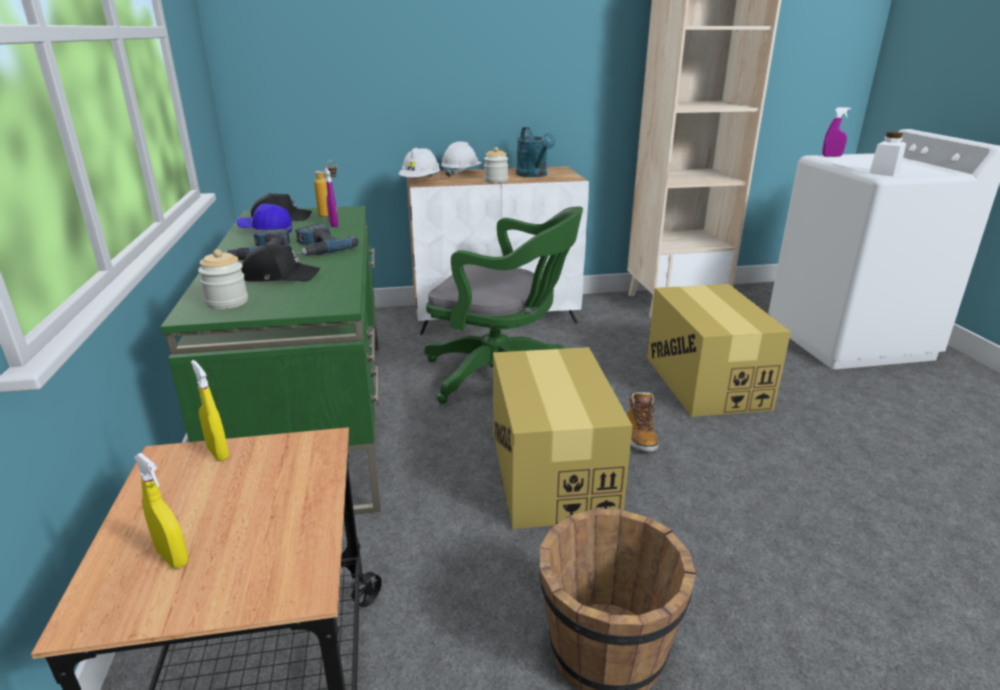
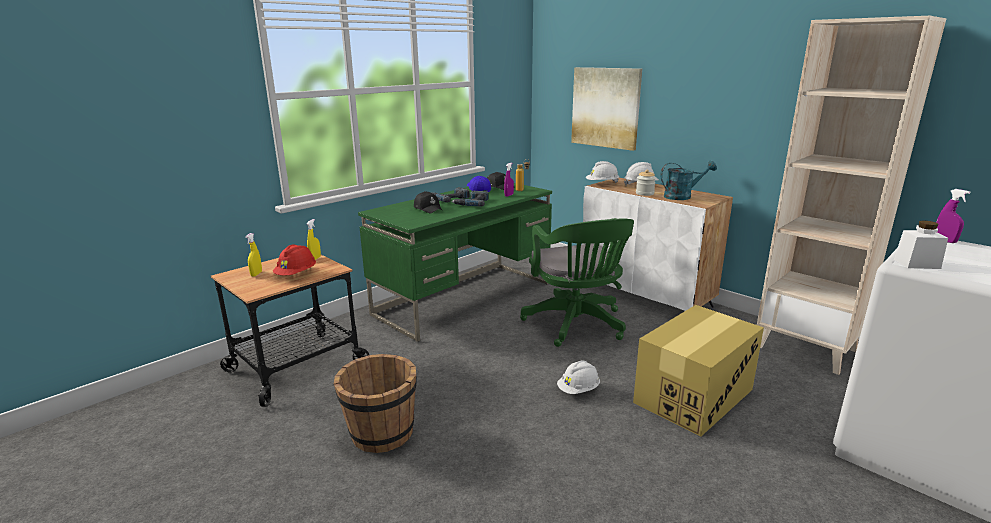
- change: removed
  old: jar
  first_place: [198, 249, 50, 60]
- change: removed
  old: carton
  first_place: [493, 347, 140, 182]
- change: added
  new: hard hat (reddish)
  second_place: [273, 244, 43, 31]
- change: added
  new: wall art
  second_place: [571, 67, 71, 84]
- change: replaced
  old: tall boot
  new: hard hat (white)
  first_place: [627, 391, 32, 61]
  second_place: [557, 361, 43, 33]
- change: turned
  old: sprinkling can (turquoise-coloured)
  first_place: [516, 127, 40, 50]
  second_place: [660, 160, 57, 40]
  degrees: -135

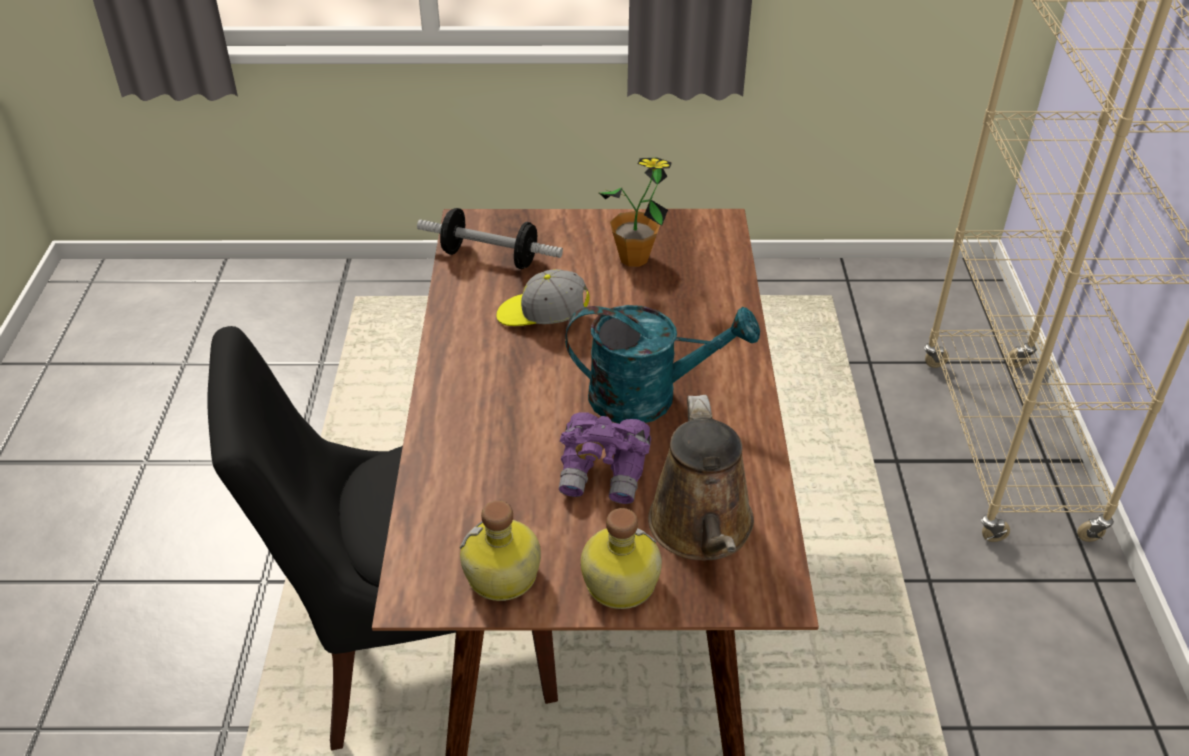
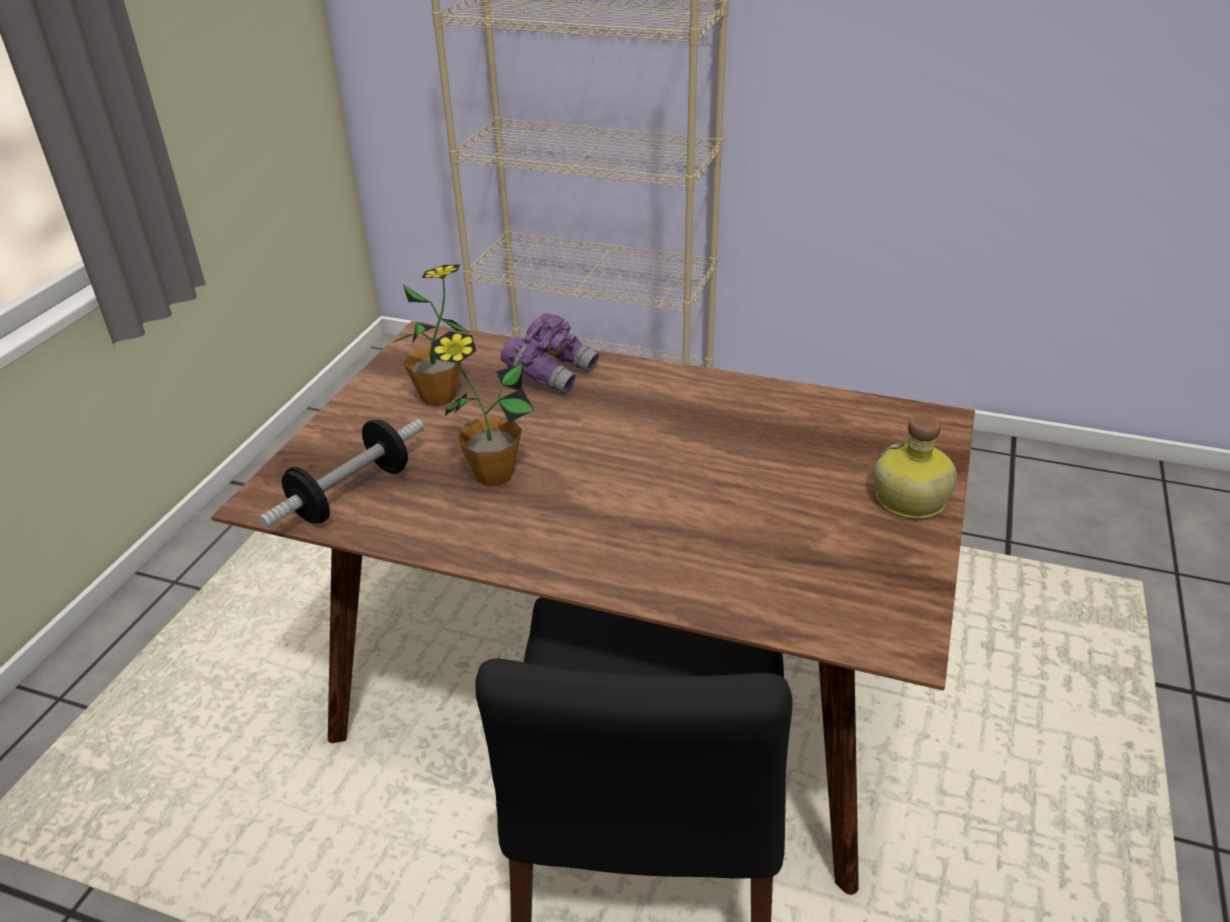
- change: removed
  old: beverage bottle
  first_place: [459, 501, 82, 100]
- change: removed
  old: sprinkling can (turquoise-coloured)
  first_place: [565, 305, 195, 119]
- change: removed
  old: sprinkling can (brownish)
  first_place: [648, 395, 106, 165]
- change: moved
  old: pair of binoculars (purple)
  first_place: [559, 412, 92, 92]
  second_place: [501, 313, 98, 81]
- change: replaced
  old: peaked cap
  new: houseplant
  first_place: [496, 269, 94, 57]
  second_place: [431, 331, 103, 155]

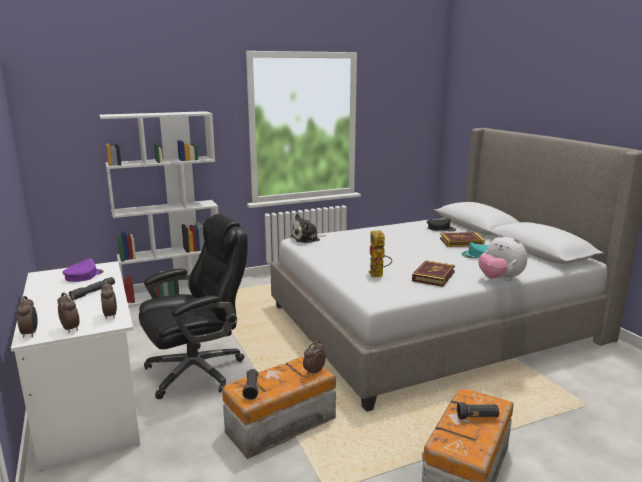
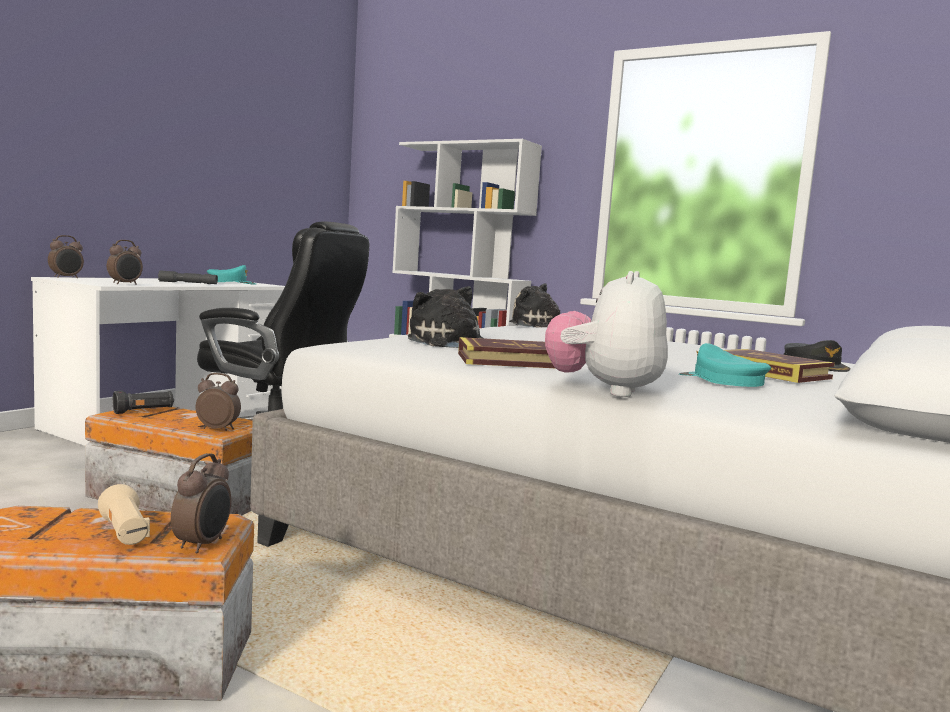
- change: moved
  old: alarm clock
  first_place: [57, 292, 23, 39]
  second_place: [171, 453, 60, 101]
- change: replaced
  old: robot figure
  new: soft toy
  first_place: [368, 231, 24, 46]
  second_place: [408, 286, 75, 62]
- change: recoloured
  old: peaked cap (purple)
  new: peaked cap (turquoise-coloured)
  first_place: [62, 258, 42, 24]
  second_place: [207, 265, 49, 20]
- change: recoloured
  old: flashlight (blackish)
  new: flashlight (sand-coloured)
  first_place: [457, 402, 43, 17]
  second_place: [98, 484, 52, 61]

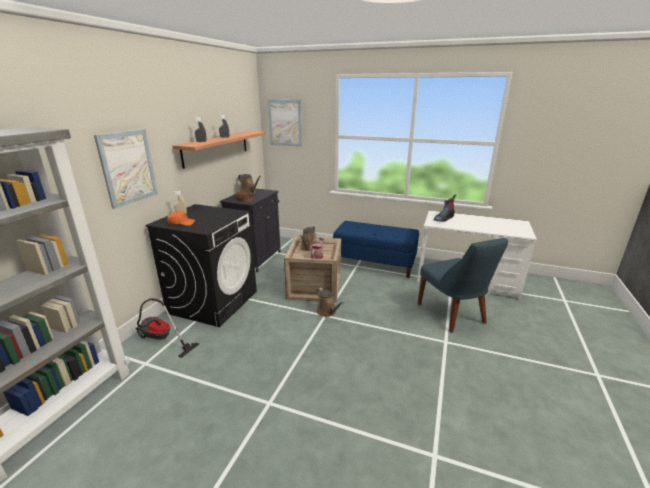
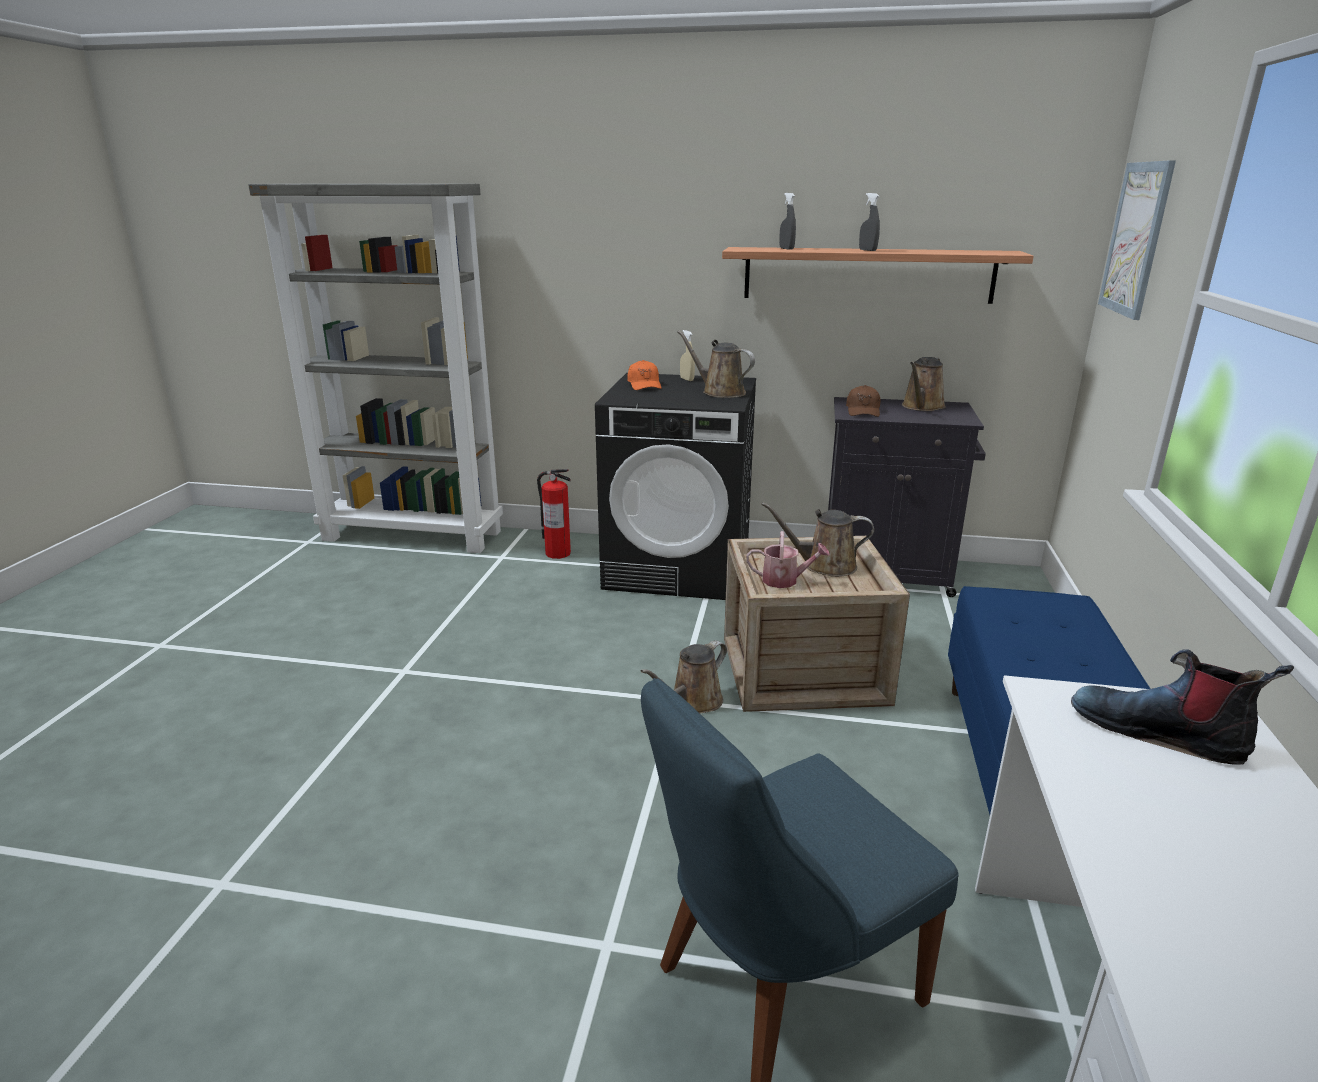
- change: removed
  old: wall art
  first_place: [94, 129, 64, 80]
- change: added
  new: sprinkling can (brownish)
  second_place: [677, 330, 78, 68]
- change: replaced
  old: hoover
  new: fire-fighting cylinder
  first_place: [135, 298, 64, 60]
  second_place: [537, 469, 34, 90]

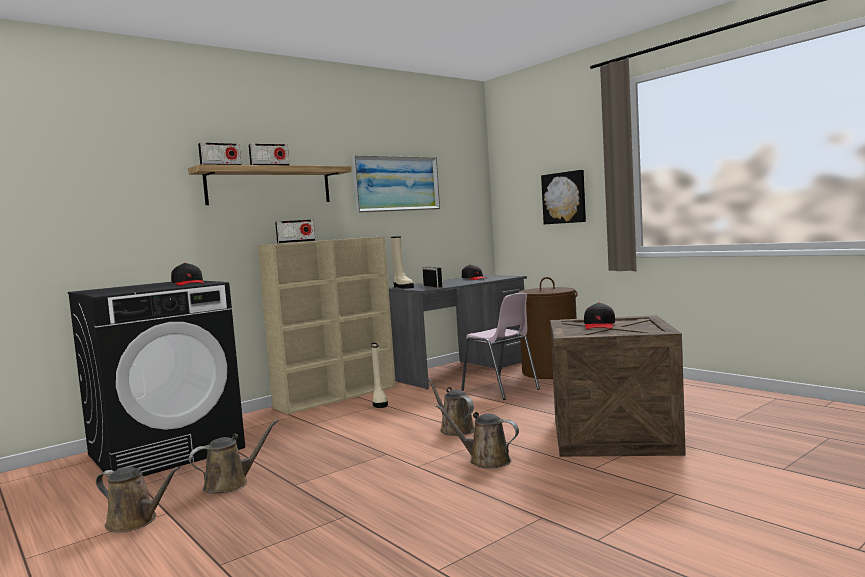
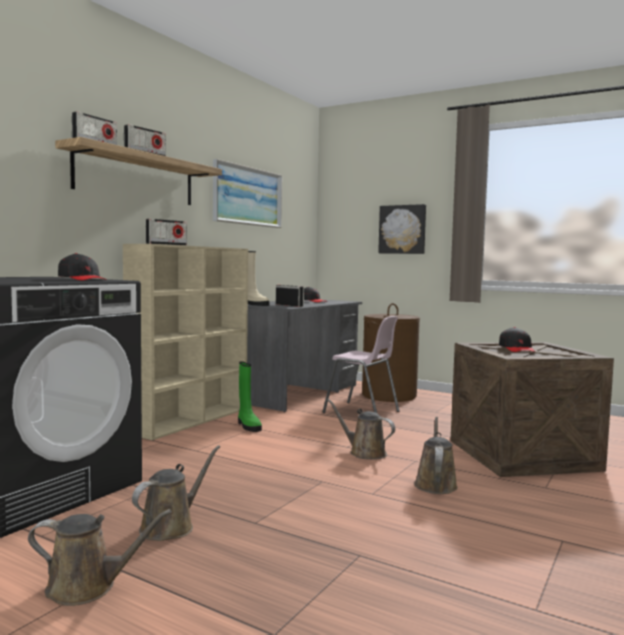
- change: recoloured
  old: tall boot (sand-coloured)
  new: tall boot (greenish)
  first_place: [371, 343, 17, 65]
  second_place: [238, 361, 24, 71]
- change: turned
  old: sprinkling can (brownish)
  first_place: [436, 405, 83, 64]
  second_place: [414, 417, 44, 77]
  degrees: 90

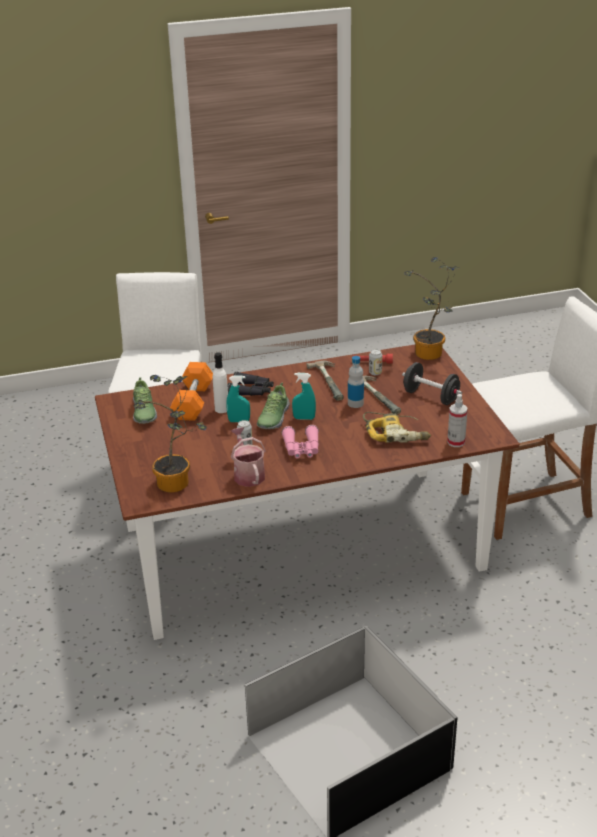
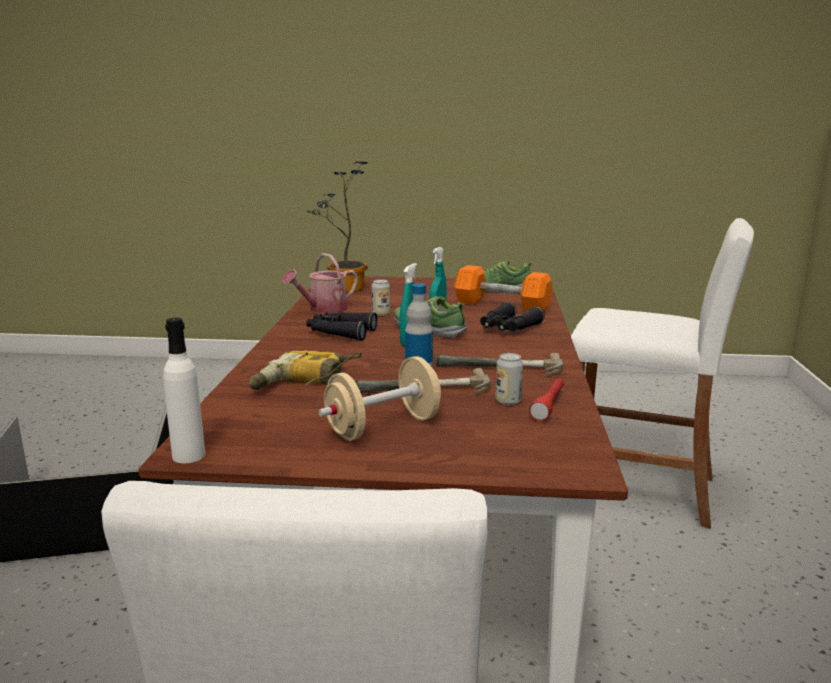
- change: removed
  old: houseplant
  first_place: [404, 257, 56, 103]
- change: removed
  old: sprayer
  first_place: [447, 394, 21, 53]
- change: moved
  old: beverage bottle (white)
  first_place: [213, 352, 15, 61]
  second_place: [163, 318, 42, 145]
- change: recoloured
  old: pair of binoculars (pinkish)
  new: pair of binoculars (blackish)
  first_place: [282, 425, 37, 33]
  second_place: [306, 312, 71, 29]
- change: recoloured
  old: hand weight (blackish)
  new: hand weight (sand-coloured)
  first_place: [402, 362, 60, 43]
  second_place: [318, 356, 124, 85]
- change: turned
  old: sprinkling can
  first_place: [231, 427, 35, 60]
  second_place: [282, 253, 76, 60]
  degrees: 135

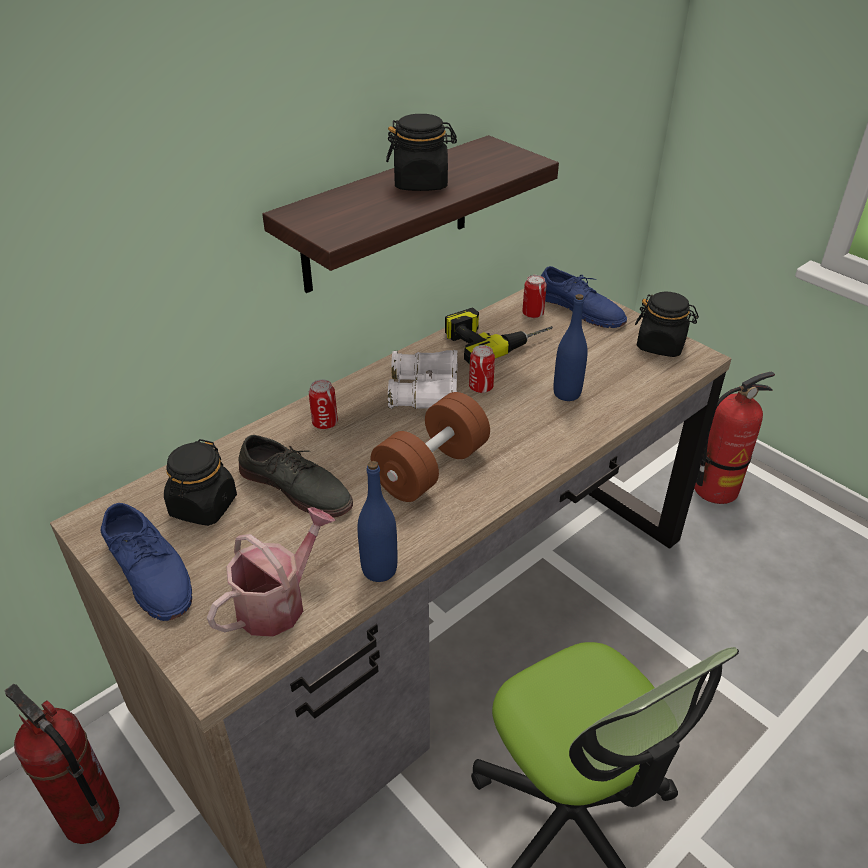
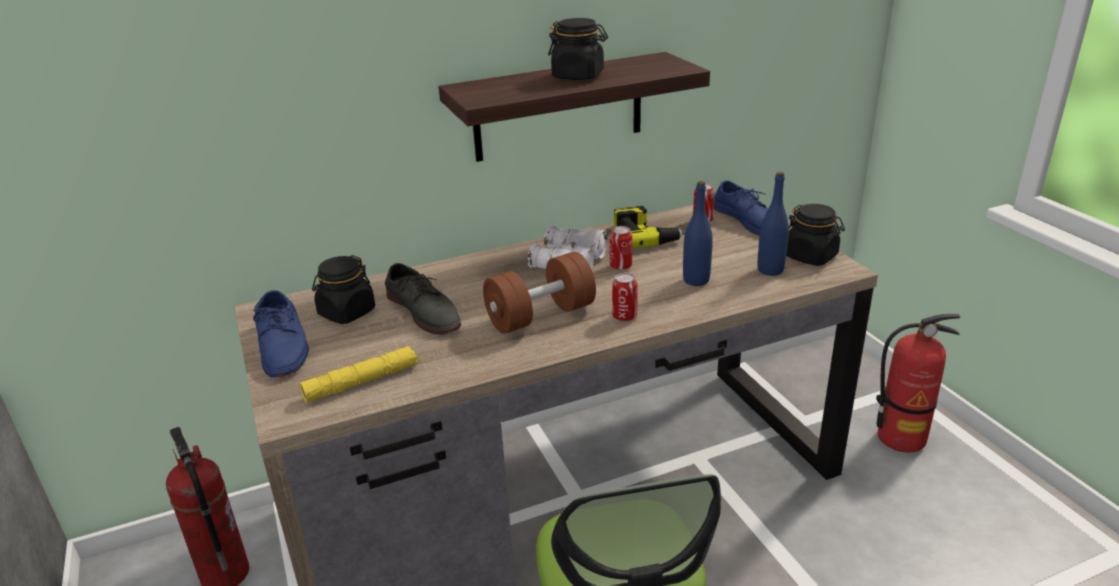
- change: moved
  old: can
  first_place: [309, 379, 29, 50]
  second_place: [612, 273, 26, 49]
- change: moved
  old: beverage bottle (blue-coloured)
  first_place: [357, 461, 40, 121]
  second_place: [758, 172, 31, 104]
- change: replaced
  old: sprinkling can
  new: flashlight (yellow)
  first_place: [207, 507, 129, 130]
  second_place: [299, 346, 120, 56]

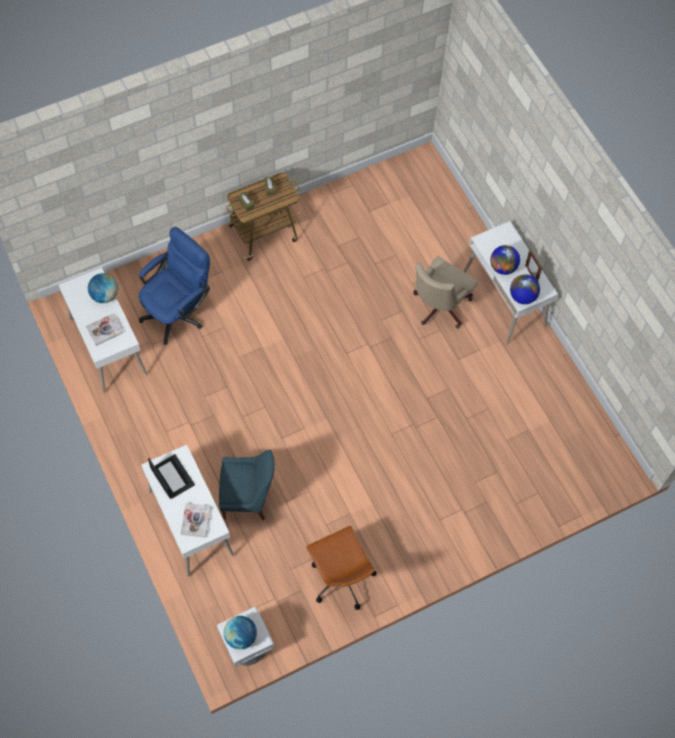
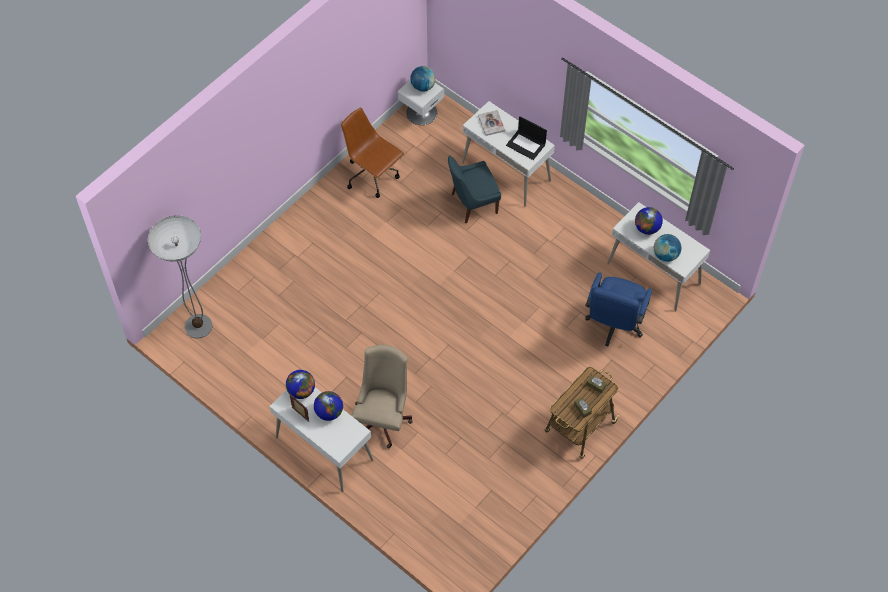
- change: added
  new: floor lamp
  second_place: [148, 215, 64, 123]
- change: replaced
  old: bound book
  new: world globe
  first_place: [86, 314, 37, 32]
  second_place: [635, 207, 28, 28]

